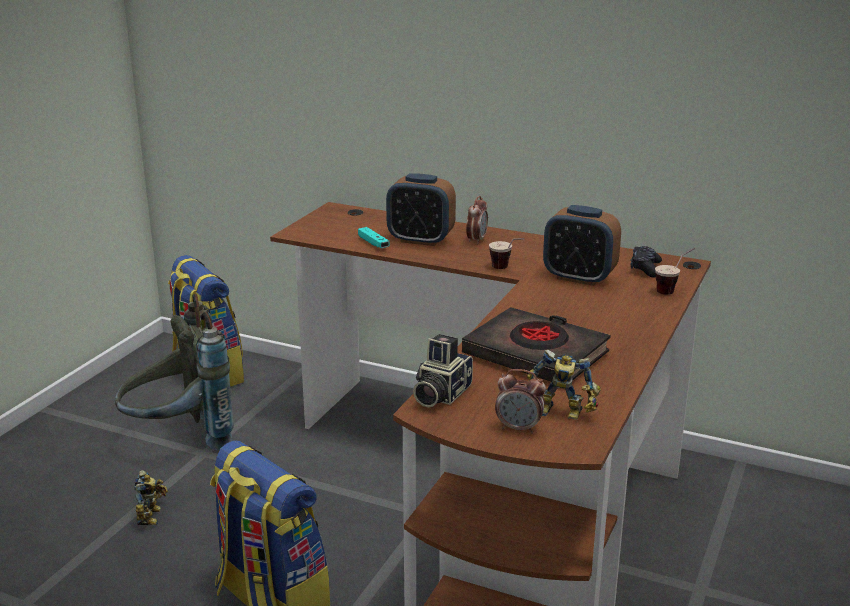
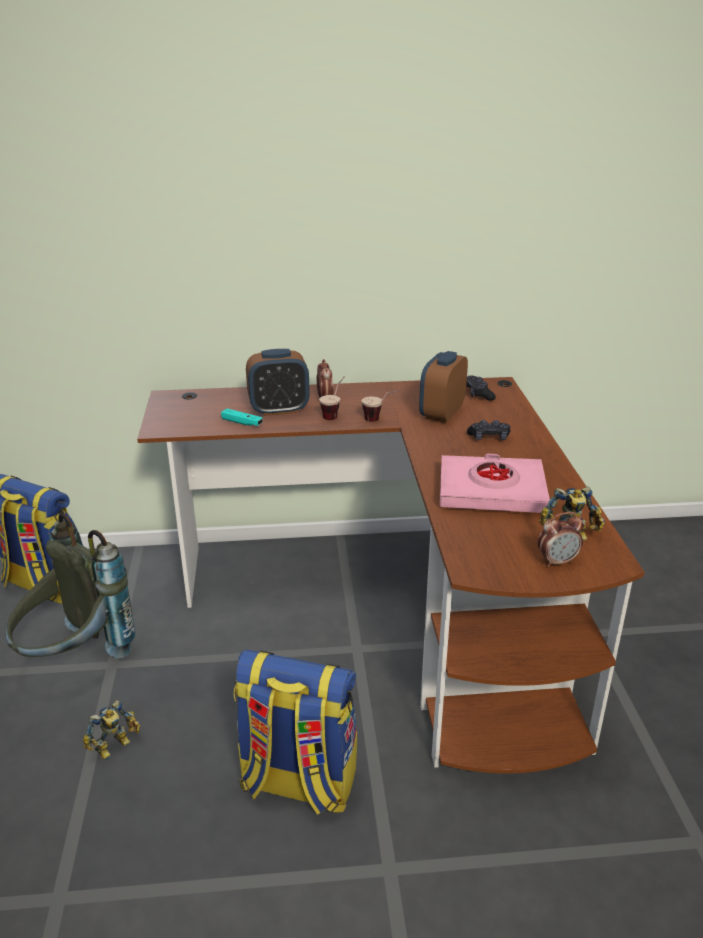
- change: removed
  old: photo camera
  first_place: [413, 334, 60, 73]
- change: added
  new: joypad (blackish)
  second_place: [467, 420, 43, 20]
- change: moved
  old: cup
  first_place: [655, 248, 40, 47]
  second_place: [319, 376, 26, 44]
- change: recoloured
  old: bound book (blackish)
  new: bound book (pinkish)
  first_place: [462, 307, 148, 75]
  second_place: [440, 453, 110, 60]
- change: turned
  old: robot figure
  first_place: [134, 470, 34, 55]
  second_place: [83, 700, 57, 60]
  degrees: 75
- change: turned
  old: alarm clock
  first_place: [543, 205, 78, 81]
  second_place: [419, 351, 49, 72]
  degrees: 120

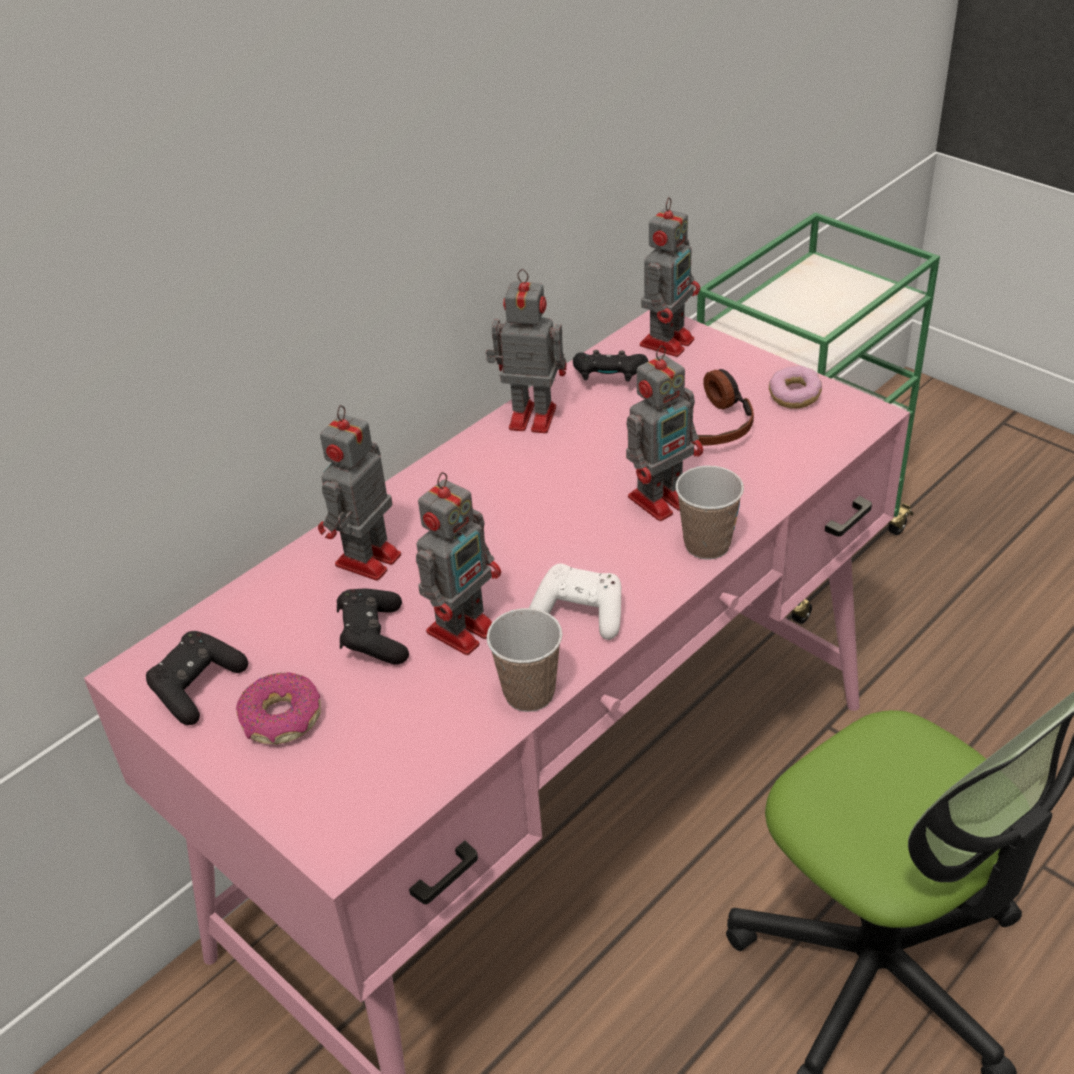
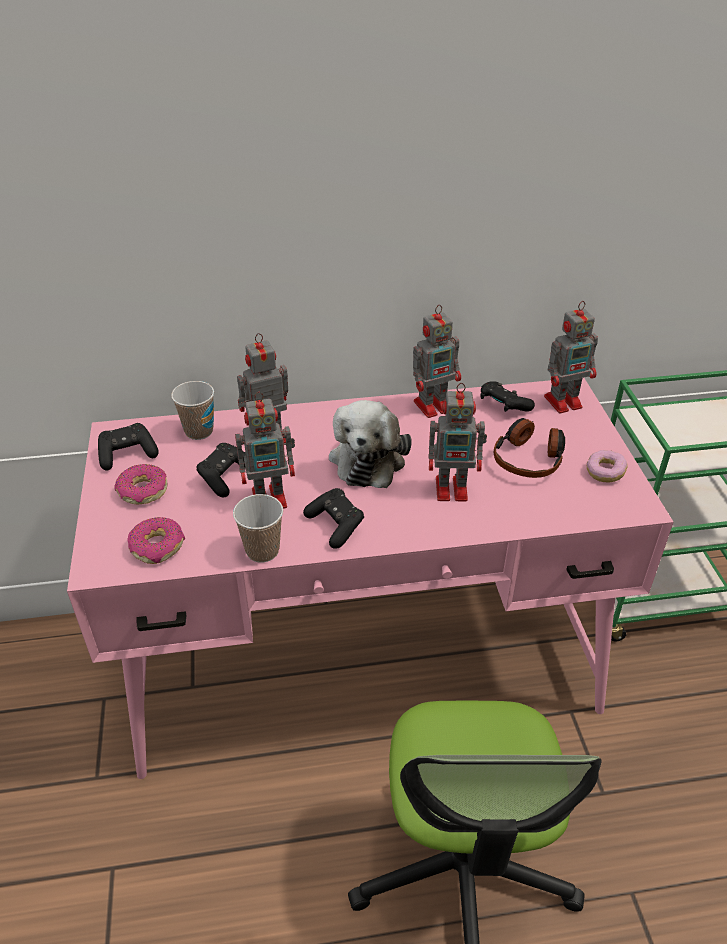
- change: added
  new: donut
  second_place: [127, 517, 58, 47]
- change: added
  new: soft toy
  second_place: [329, 400, 83, 88]
- change: moved
  old: cup
  first_place: [675, 465, 69, 95]
  second_place: [171, 381, 43, 59]
- change: recoloured
  old: joypad (white)
  new: joypad (blackish)
  first_place: [529, 564, 92, 76]
  second_place: [303, 488, 61, 61]
- change: turned
  old: robot figure
  first_place: [486, 269, 81, 164]
  second_place: [413, 305, 48, 113]
  degrees: 105

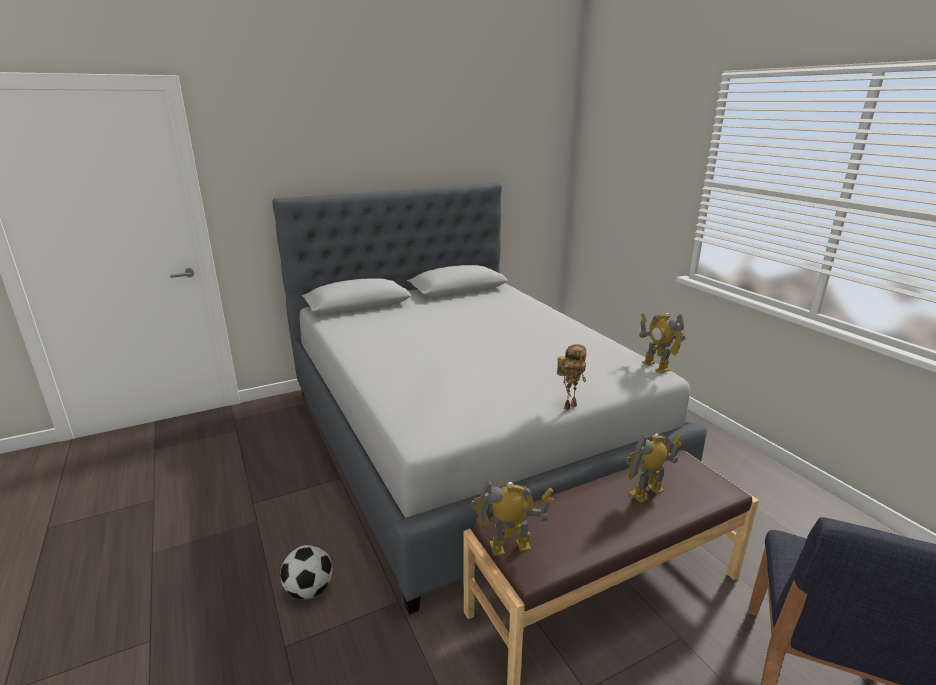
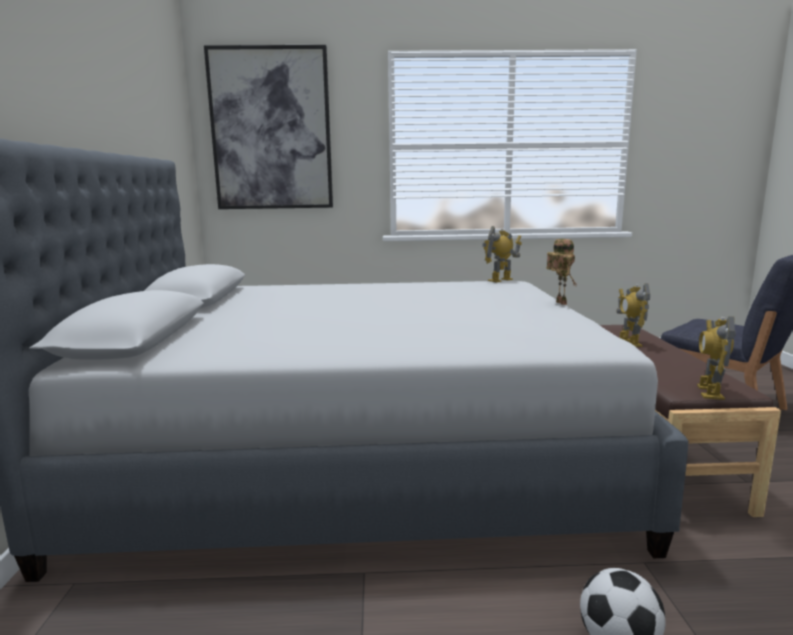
- change: added
  new: wall art
  second_place: [204, 45, 129, 164]
- change: turned
  old: robot figure
  first_place: [639, 313, 46, 60]
  second_place: [482, 226, 40, 56]
  degrees: 150

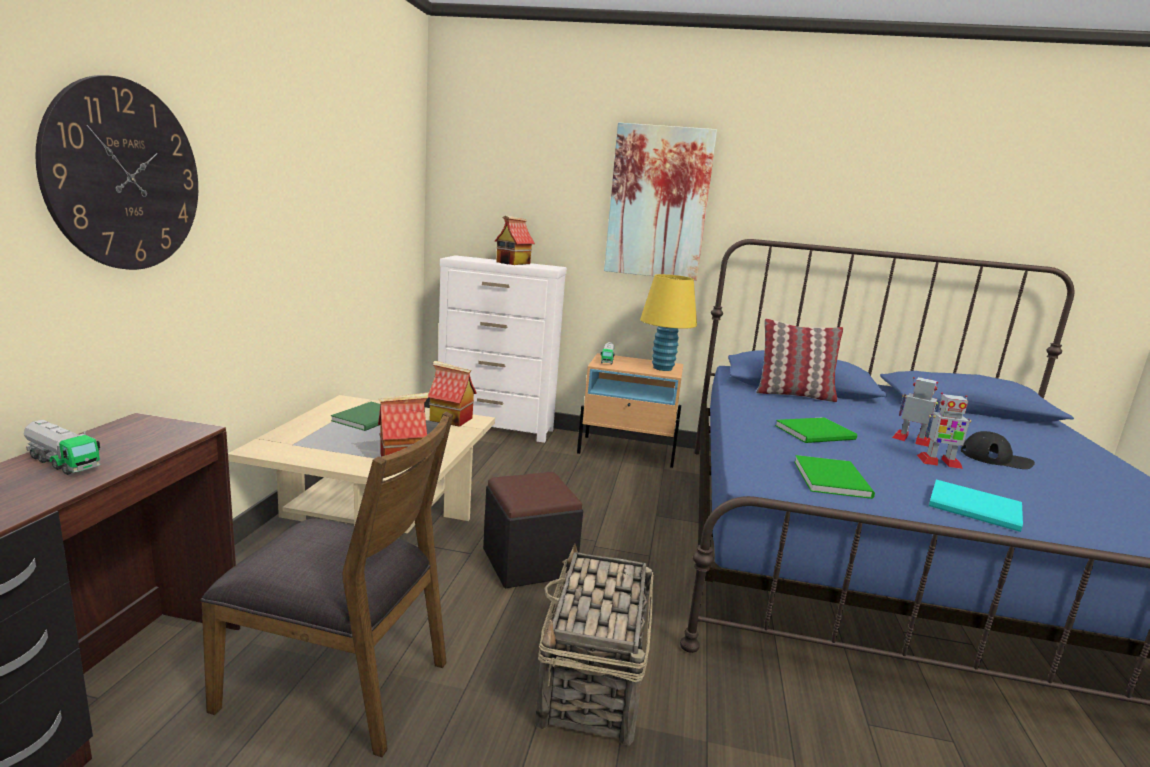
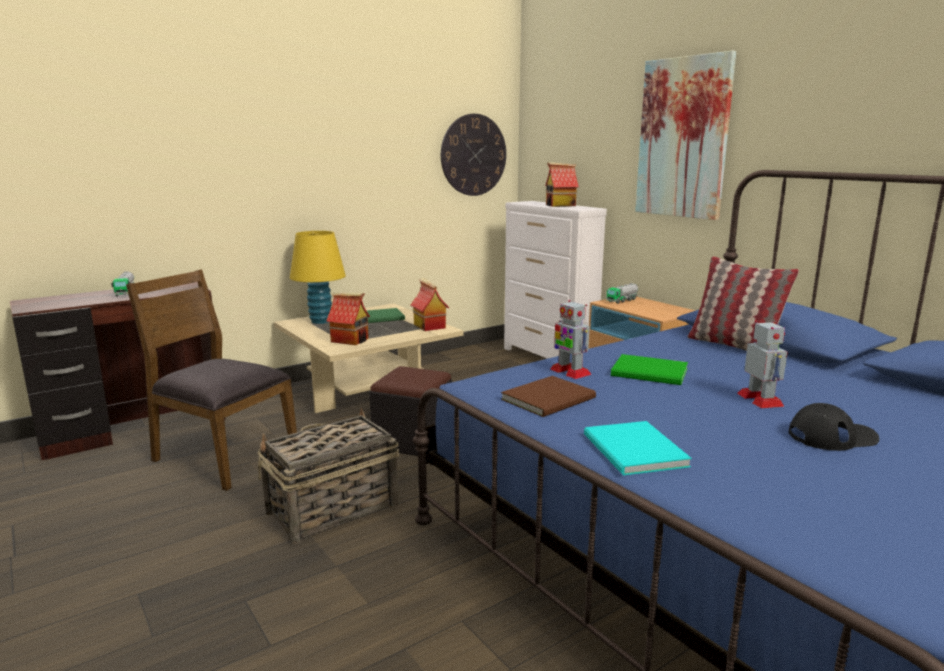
- change: moved
  old: hanging clock
  first_place: [35, 75, 163, 195]
  second_place: [441, 114, 65, 82]
- change: moved
  old: tabletop lamp (yellow)
  first_place: [640, 274, 57, 97]
  second_place: [290, 231, 56, 93]
- change: moved
  old: robot figure
  first_place: [917, 392, 54, 77]
  second_place: [550, 300, 42, 79]
- change: recoloured
  old: bound book (greenish)
  new: bound book (brownish)
  first_place: [794, 455, 81, 44]
  second_place: [501, 376, 95, 41]
- change: turned
  old: upright chair (brownish)
  first_place: [200, 411, 253, 346]
  second_place: [126, 269, 171, 222]
  degrees: 150
- change: turned
  old: peaked cap (blackish)
  first_place: [961, 431, 74, 38]
  second_place: [789, 403, 90, 48]
  degrees: -75

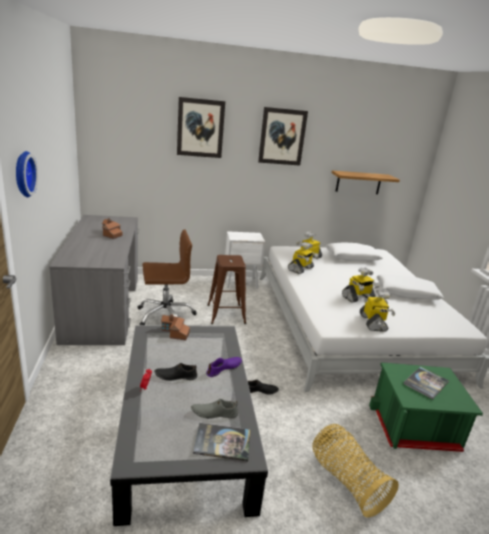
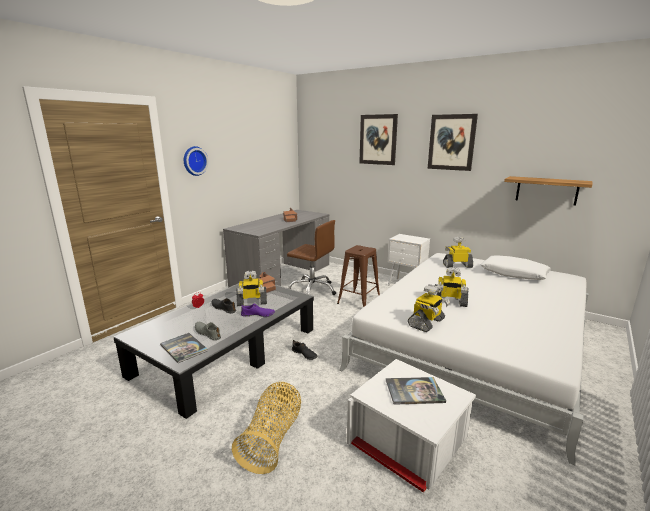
- change: removed
  old: pillow (white)
  first_place: [377, 274, 67, 26]
- change: moved
  old: robot figure
  first_place: [288, 242, 30, 32]
  second_place: [237, 271, 30, 35]
- change: recoloured
  old: storage box (greenish)
  new: storage box (white)
  first_place: [369, 362, 114, 90]
  second_place: [347, 359, 129, 134]

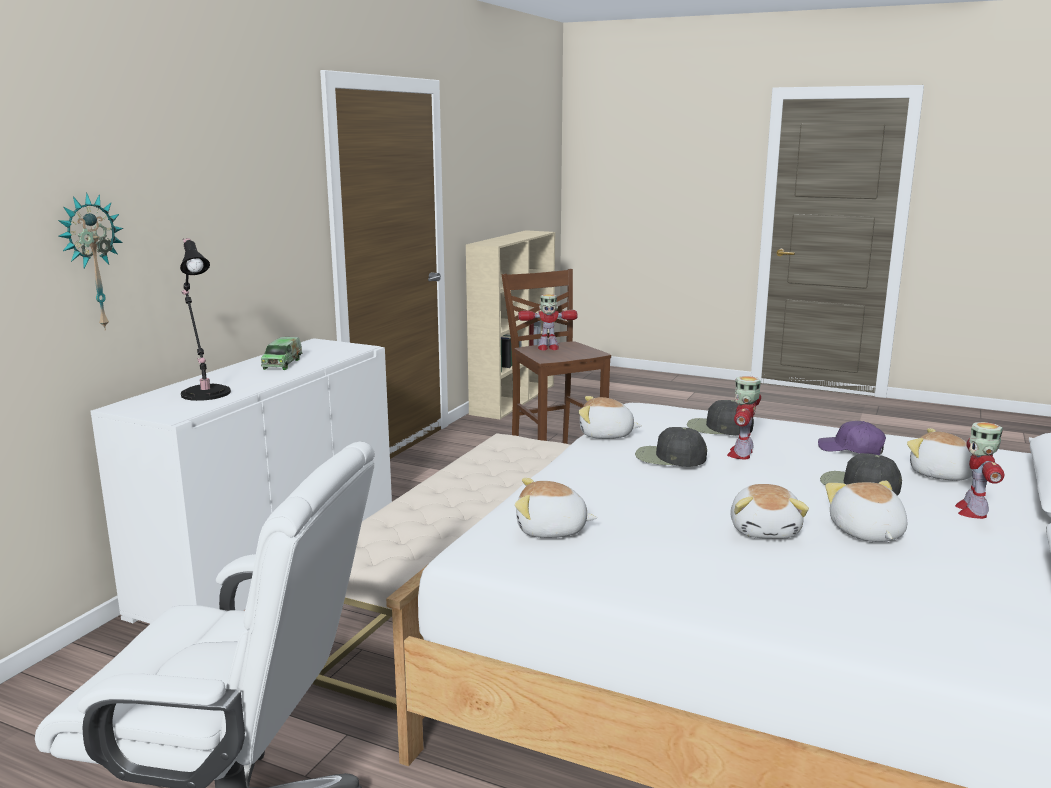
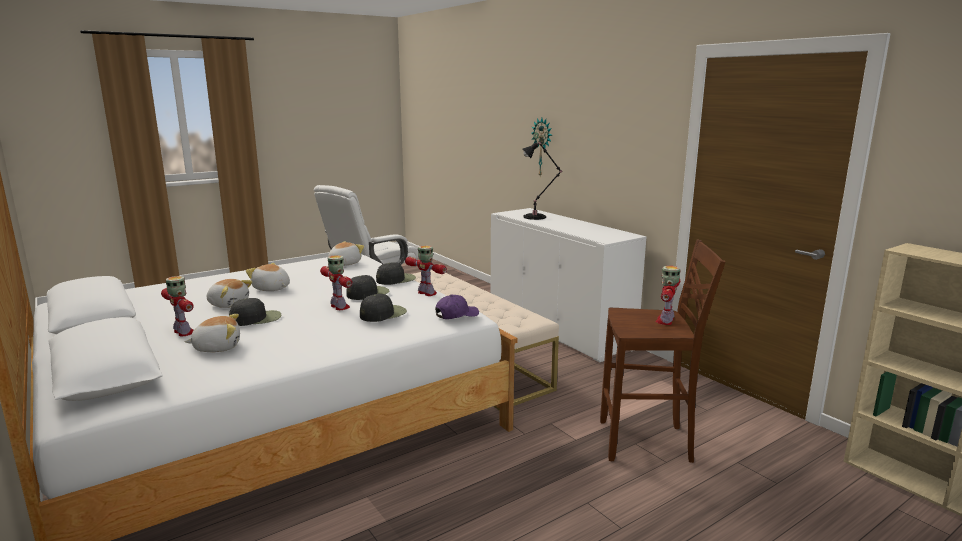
- change: removed
  old: toy truck
  first_place: [261, 337, 41, 33]
- change: added
  new: peaked cap (blackish)
  second_place: [376, 262, 40, 23]
- change: moved
  old: peaked cap (purple)
  first_place: [818, 421, 68, 34]
  second_place: [435, 294, 44, 25]
- change: replaced
  old: soft toy
  new: robot figure
  first_place: [578, 396, 64, 43]
  second_place: [405, 245, 42, 51]

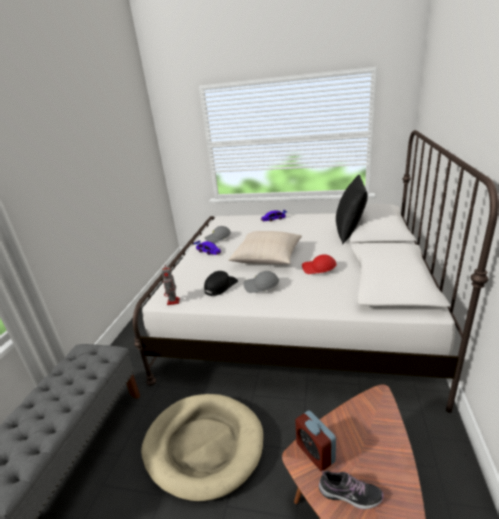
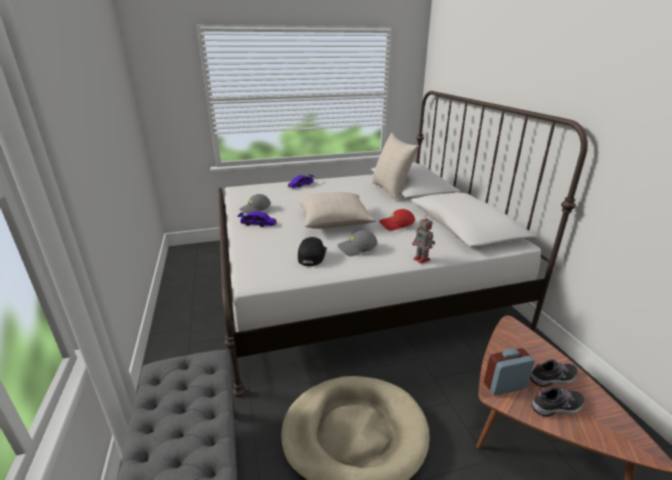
- change: added
  new: shoe
  second_place: [530, 359, 48, 28]
- change: moved
  old: robot figure
  first_place: [162, 265, 18, 40]
  second_place: [412, 215, 23, 49]
- change: recoloured
  old: pillow (blackish)
  new: pillow (sand-coloured)
  first_place: [336, 175, 32, 69]
  second_place: [372, 133, 47, 68]
- change: turned
  old: alarm clock
  first_place: [295, 410, 41, 62]
  second_place: [484, 348, 51, 48]
  degrees: 135

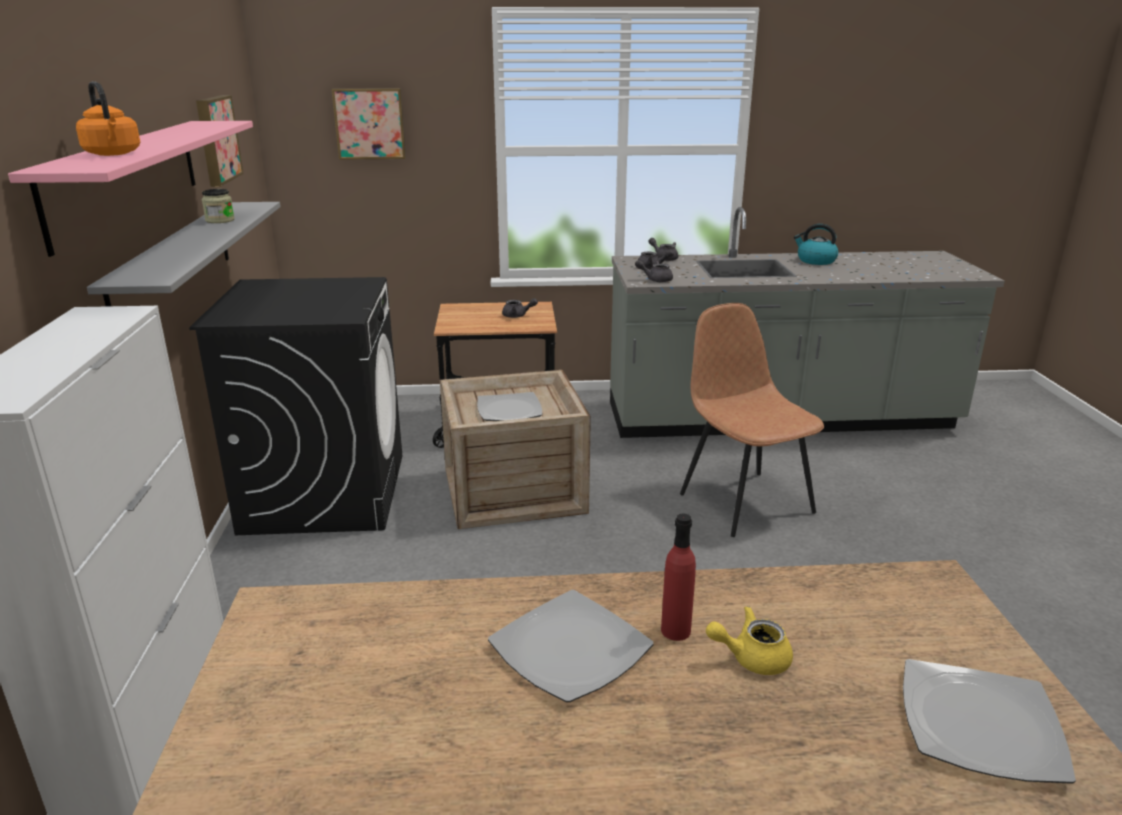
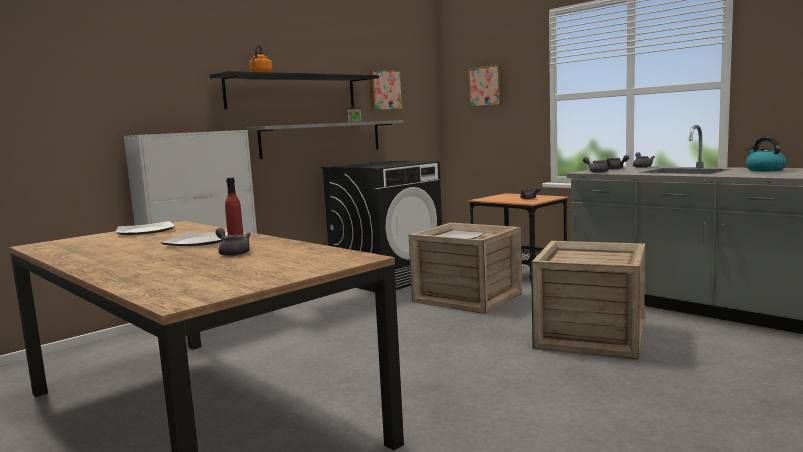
- change: moved
  old: flat dish
  first_place: [903, 659, 173, 125]
  second_place: [116, 221, 58, 14]
- change: replaced
  old: upright chair (brownish)
  new: shipping crate
  first_place: [680, 303, 144, 234]
  second_place: [531, 241, 114, 118]
- change: recoloured
  old: shelf (pinkish)
  new: shelf (blackish)
  first_place: [8, 121, 245, 136]
  second_place: [209, 71, 170, 38]
- change: recoloured
  old: pot for tea (yellow)
  new: pot for tea (gray)
  first_place: [706, 606, 87, 69]
  second_place: [216, 228, 35, 28]

